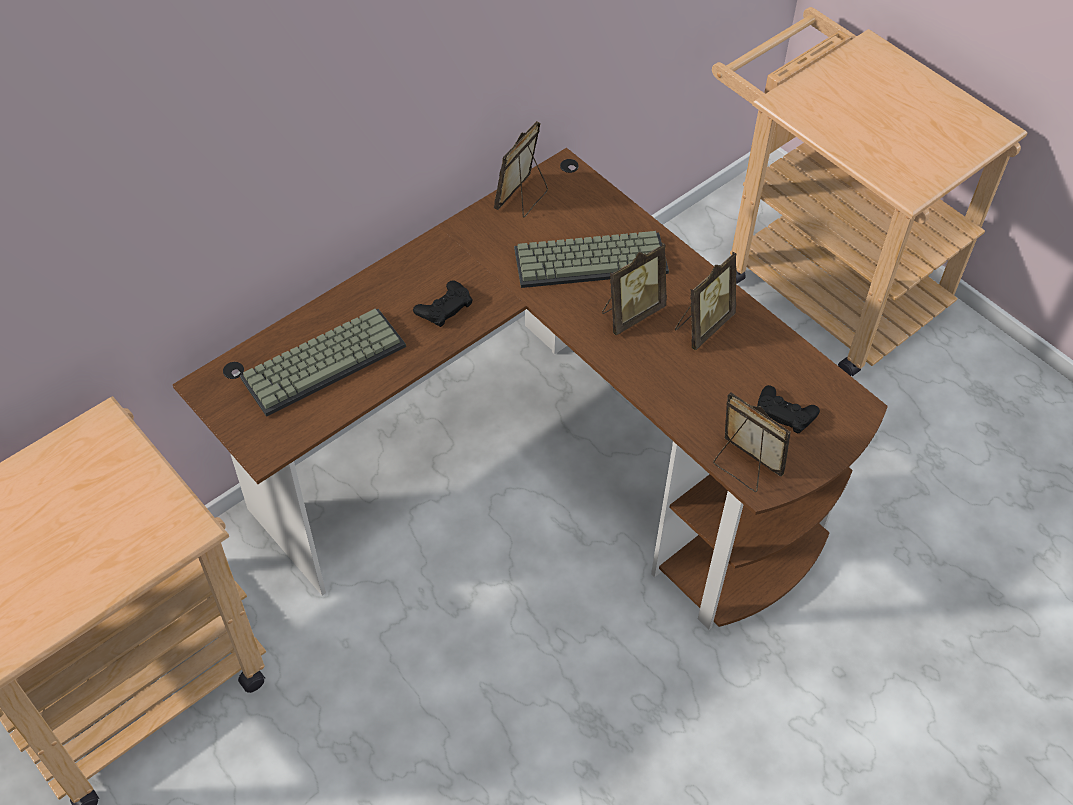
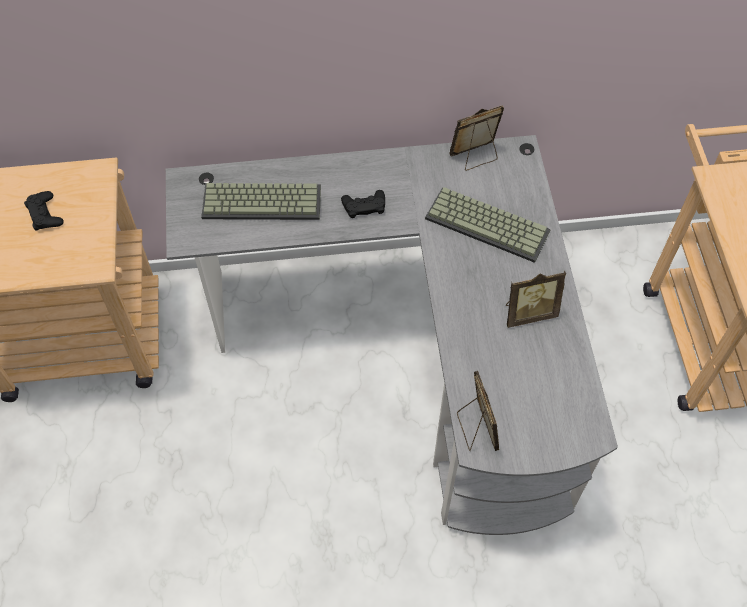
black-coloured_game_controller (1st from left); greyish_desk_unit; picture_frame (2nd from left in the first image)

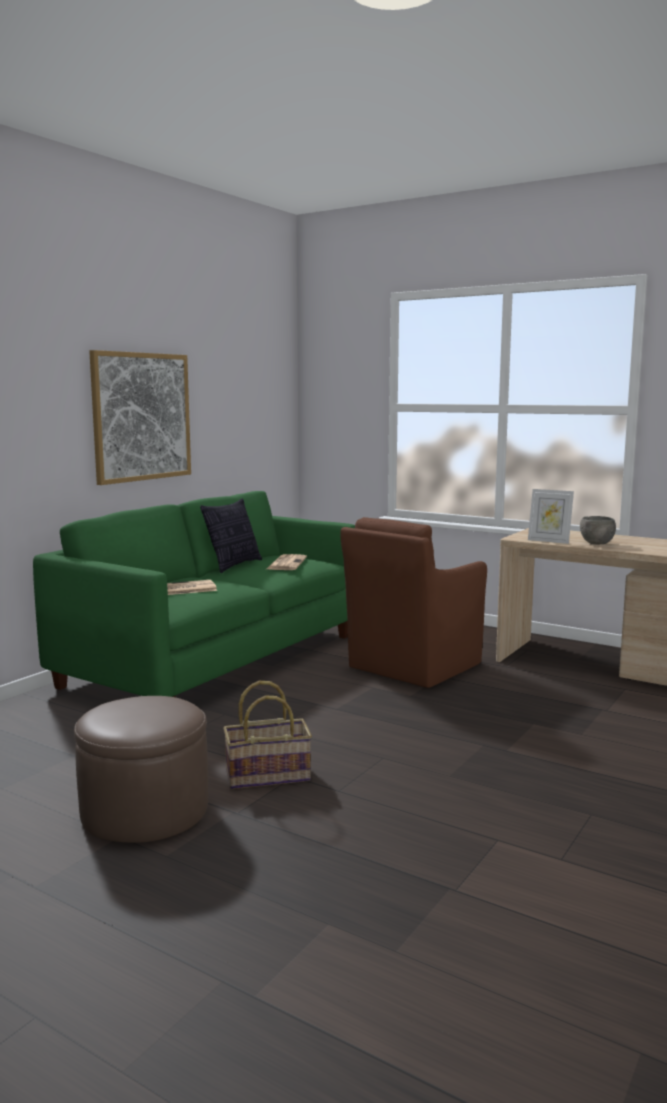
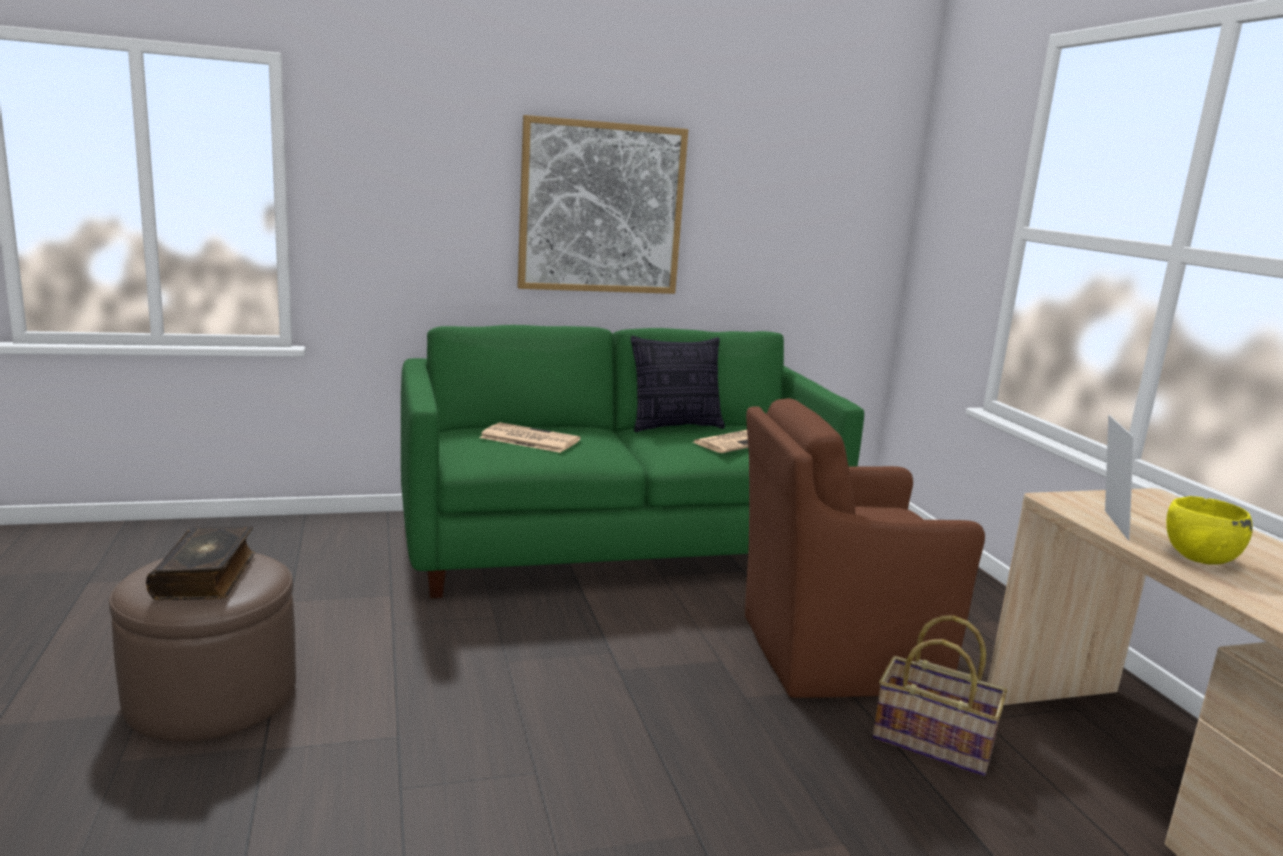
book; basket; picture_frame; yellow_deep_dish

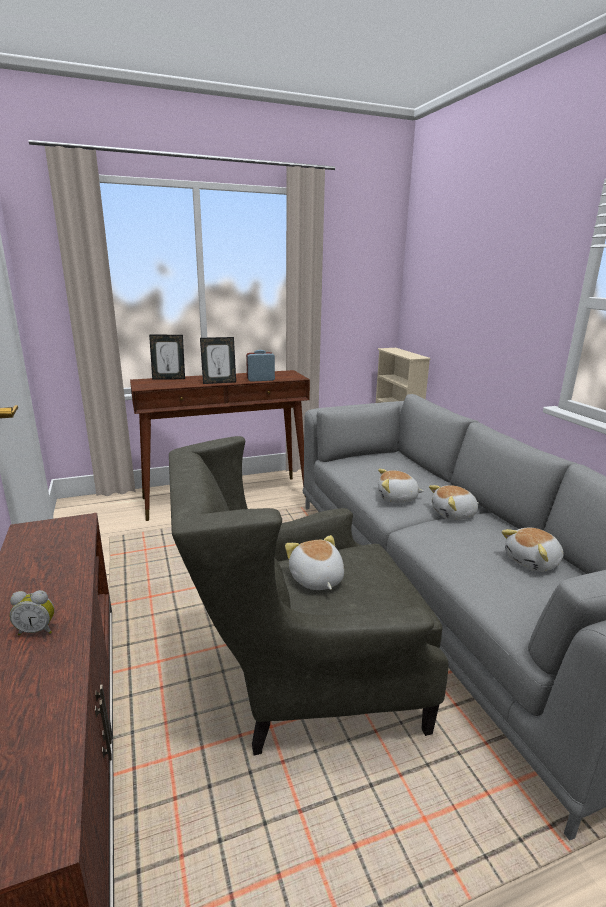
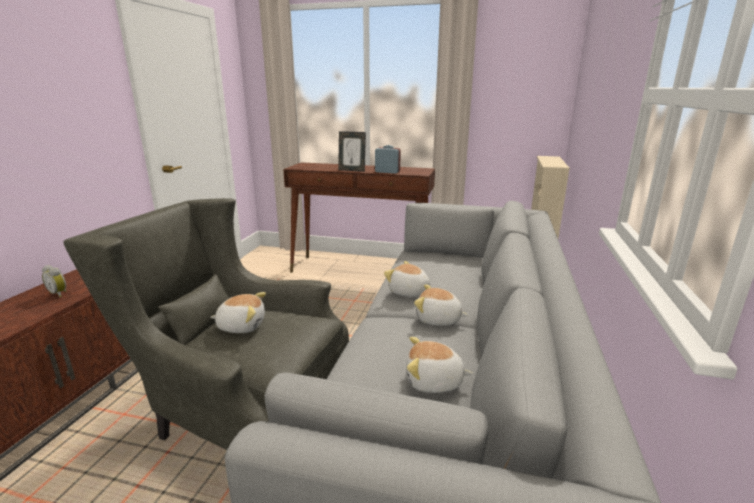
soft_toy (1st from left); picture_frame (1st from left in the first image)

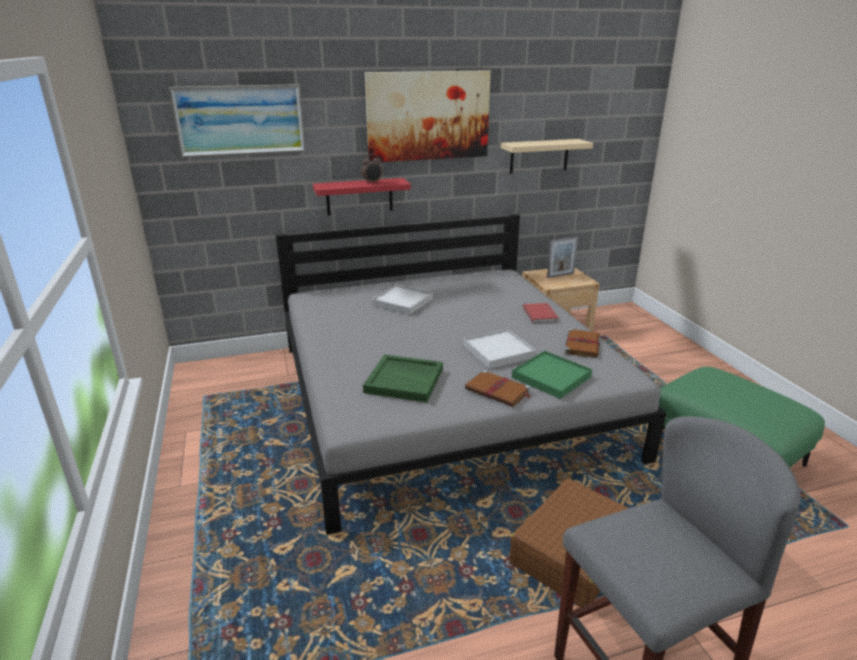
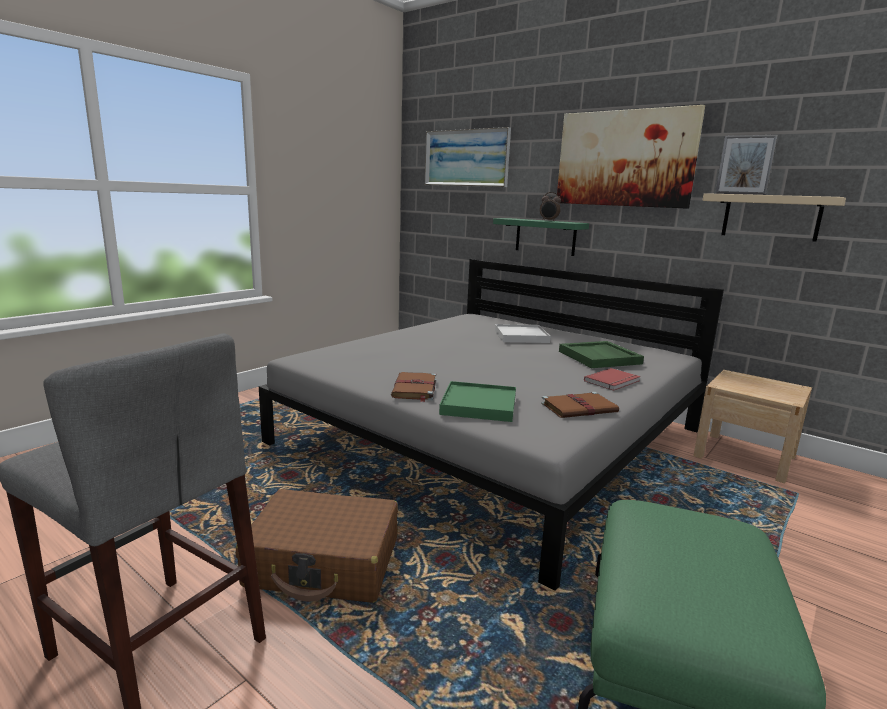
greenish_bracket_shelf; greenish_carrying_tray (2nd from left); picture_frame; white_carrying_tray (2nd from left in the first image)

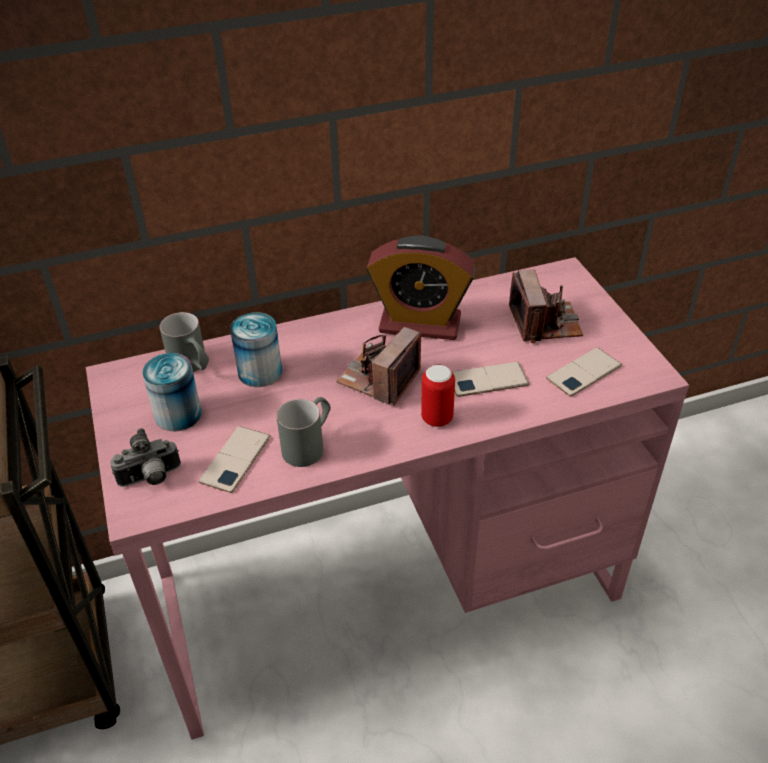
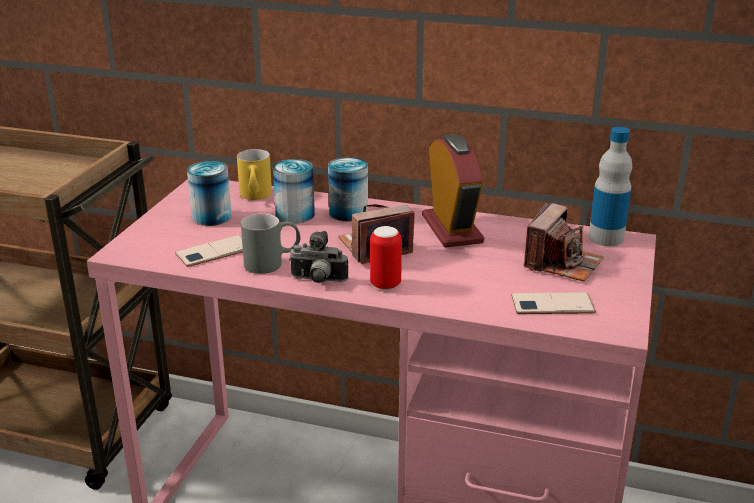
yellow_coffee_mug; photo_camera (1st from left); metal_can (3rd from left); table_clock; beverage_bottle; phone (2nd from left in the first image)

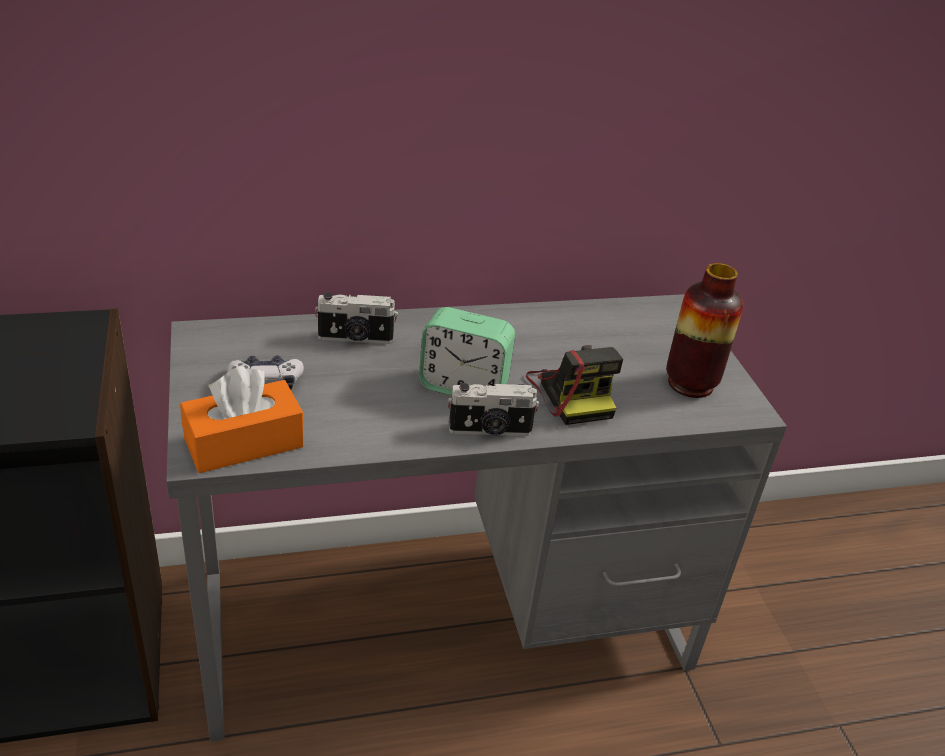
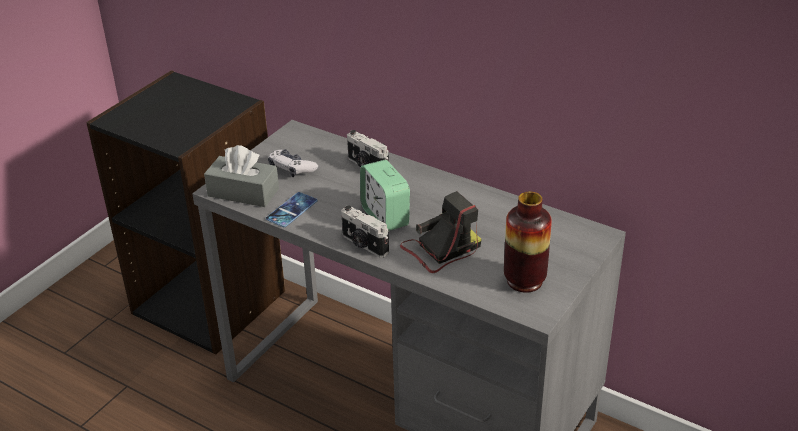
greyish_box_of_tissues; phone; photo_camera (3rd from left)

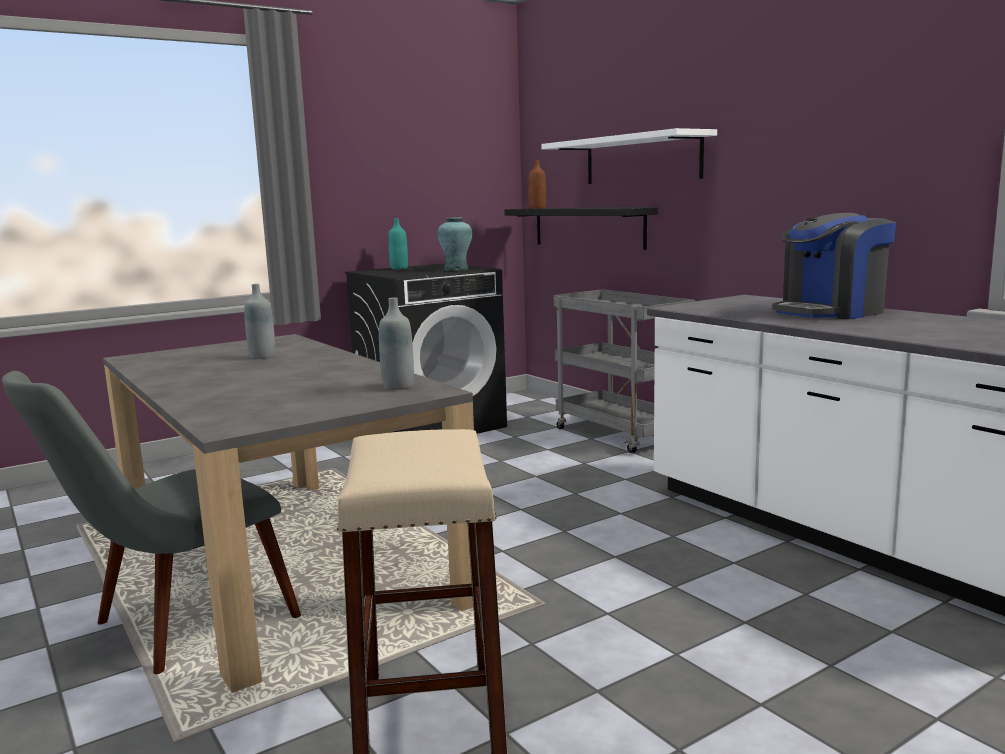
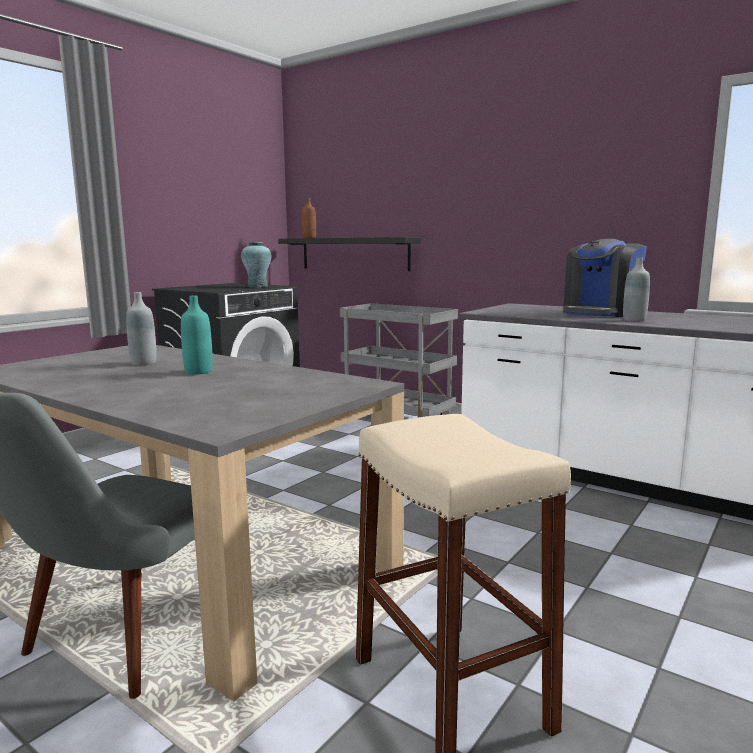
turquoise_beverage_bottle; greyish_beverage_bottle (2nd from left); white_bracket_shelf

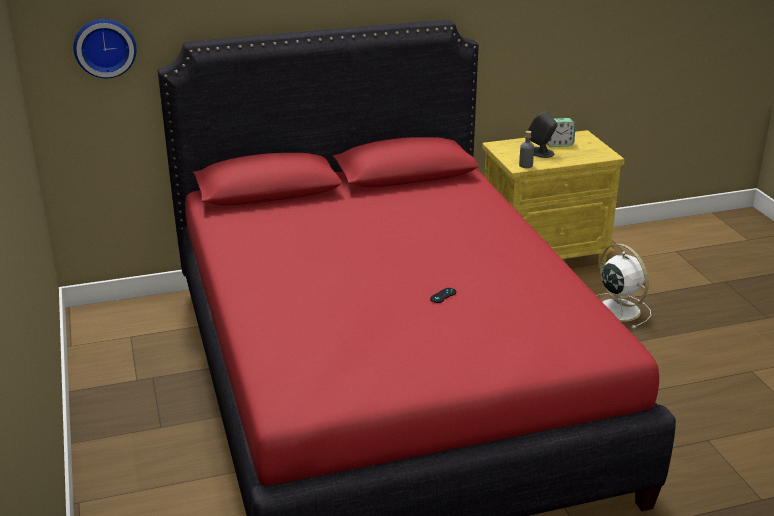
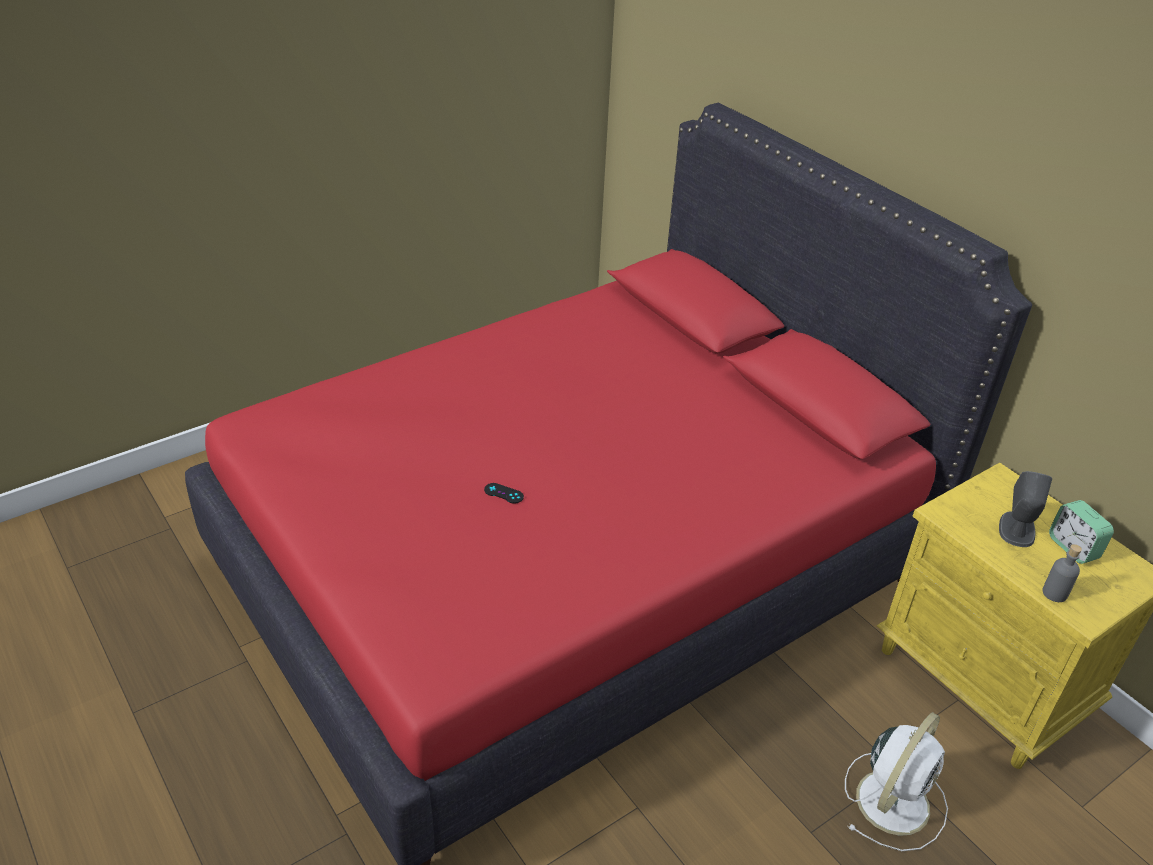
greyish_beverage_bottle; clock_on_the_wall

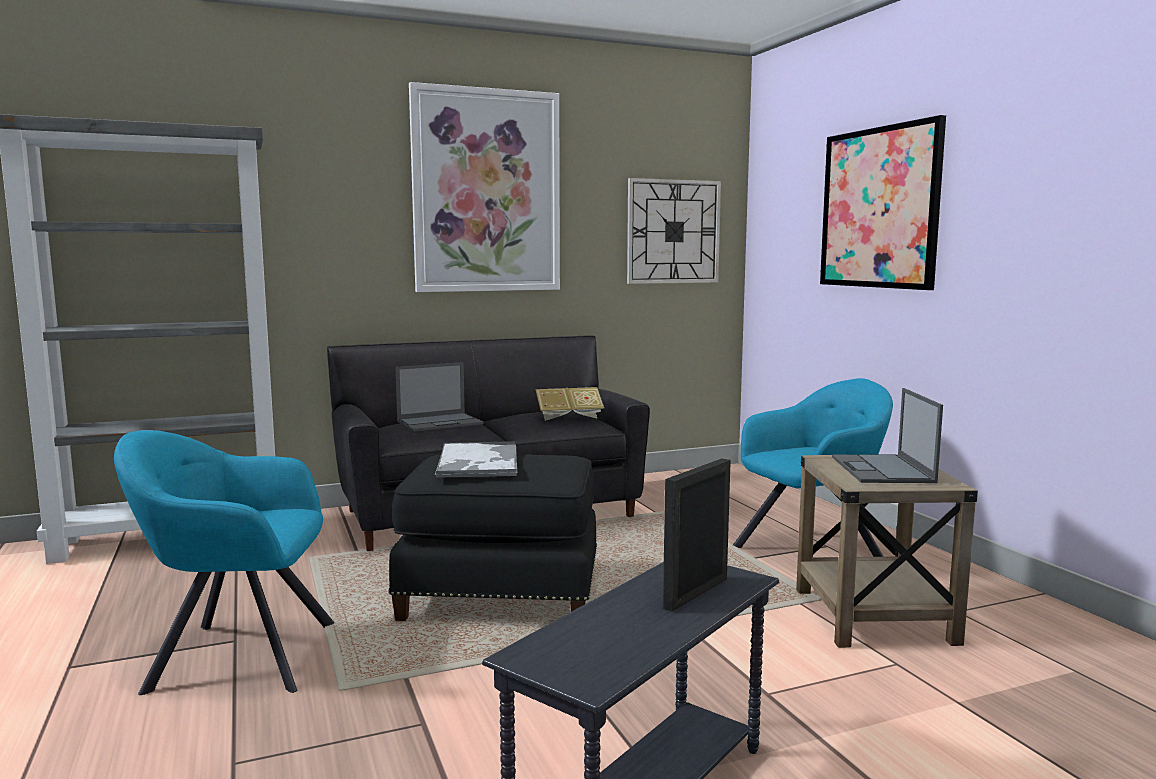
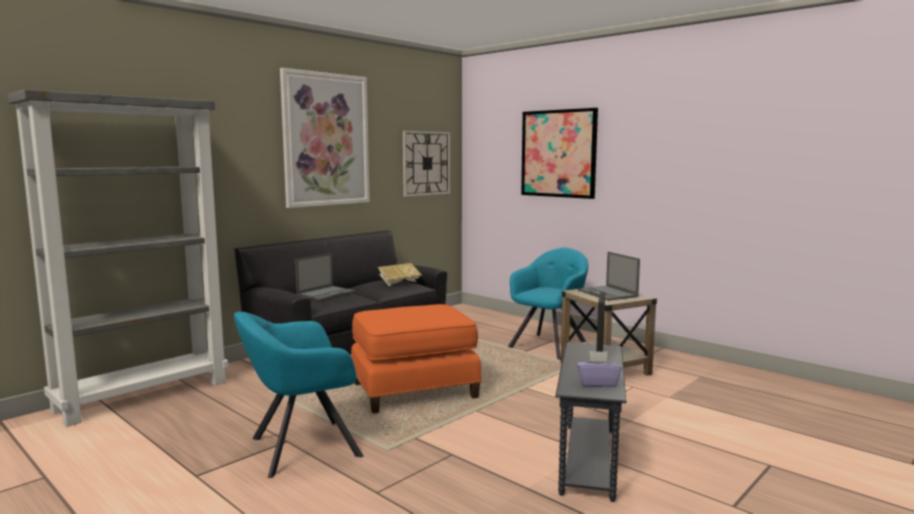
orange-coloured_pouffe; purplish_box_of_tissues; carrying_tray

